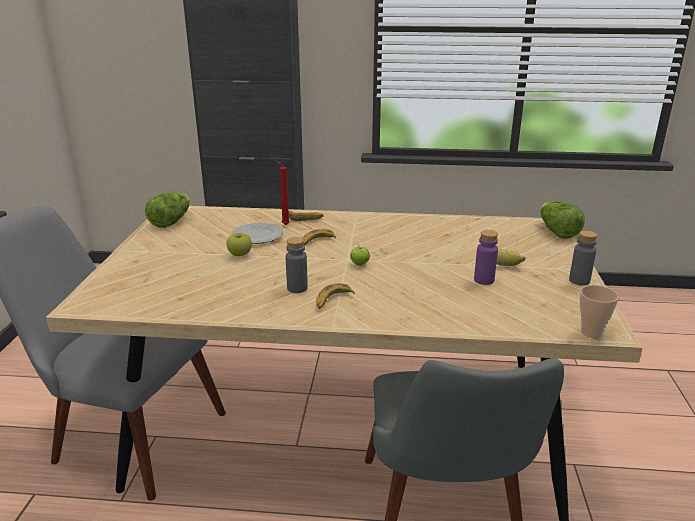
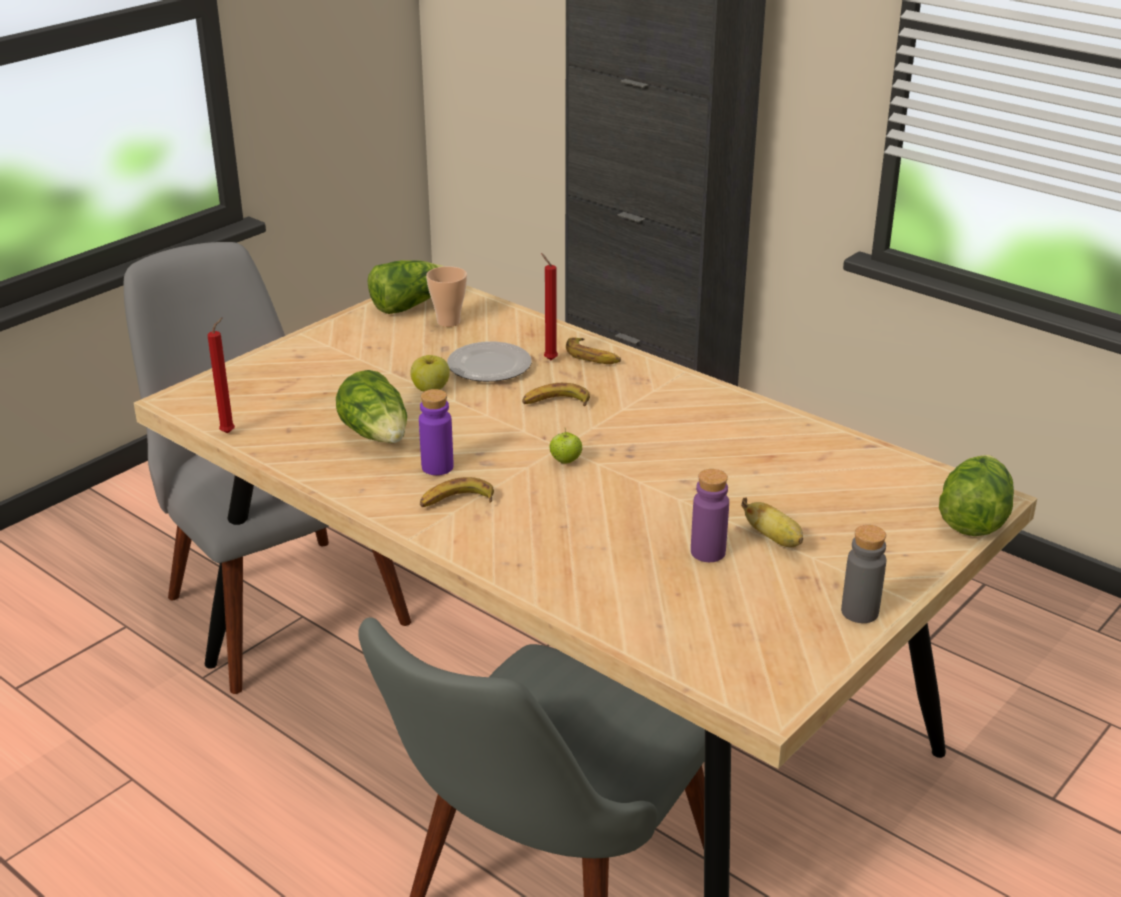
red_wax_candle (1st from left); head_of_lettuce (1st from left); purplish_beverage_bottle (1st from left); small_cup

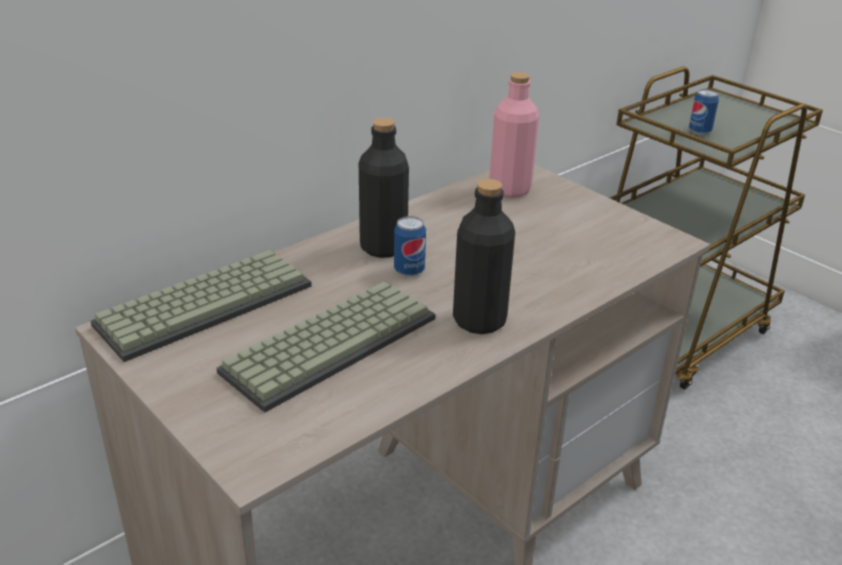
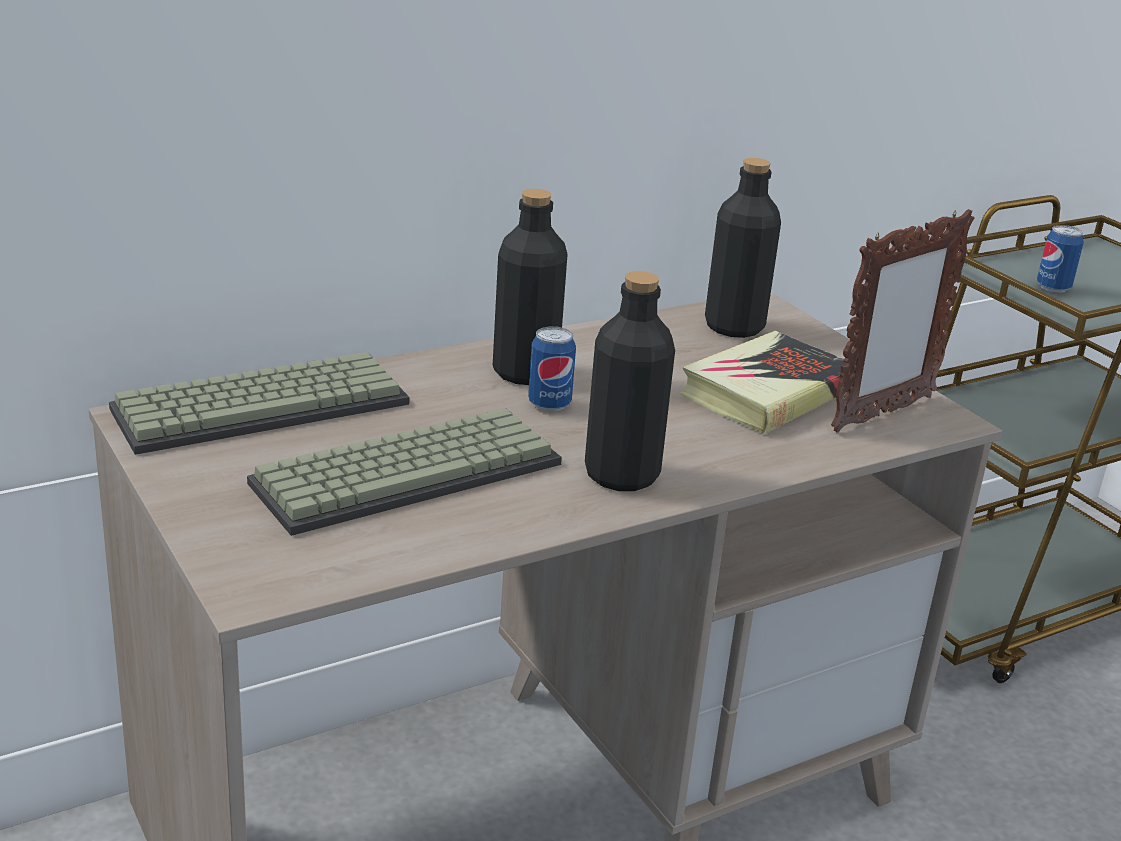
book; black-coloured_beverage_bottle (3rd from left); picture_frame

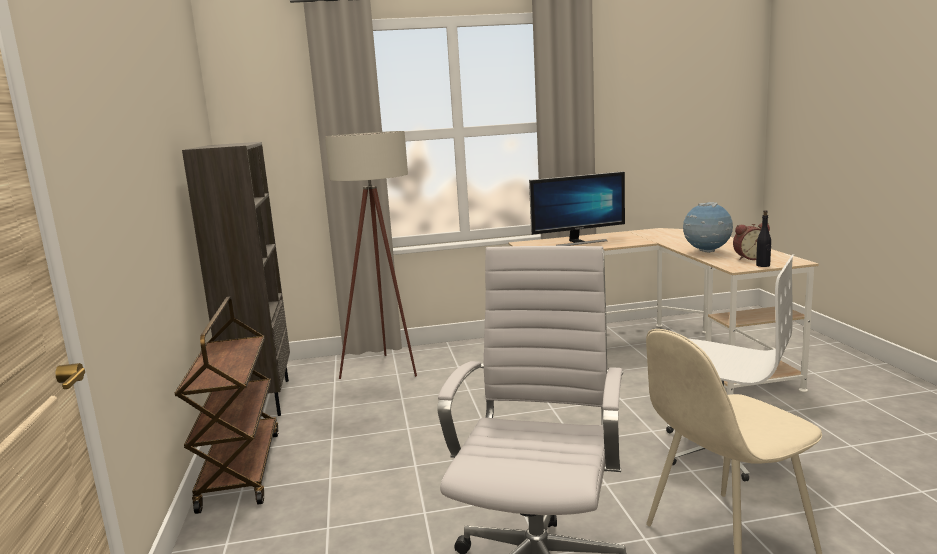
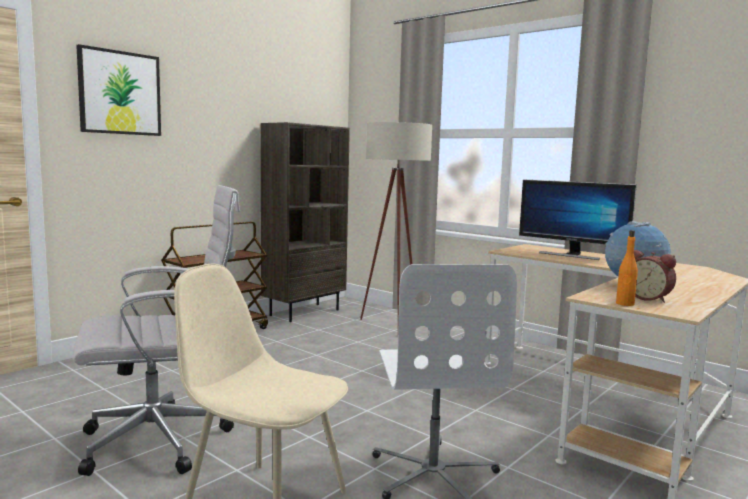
wall_art; orange-coloured_beverage_bottle

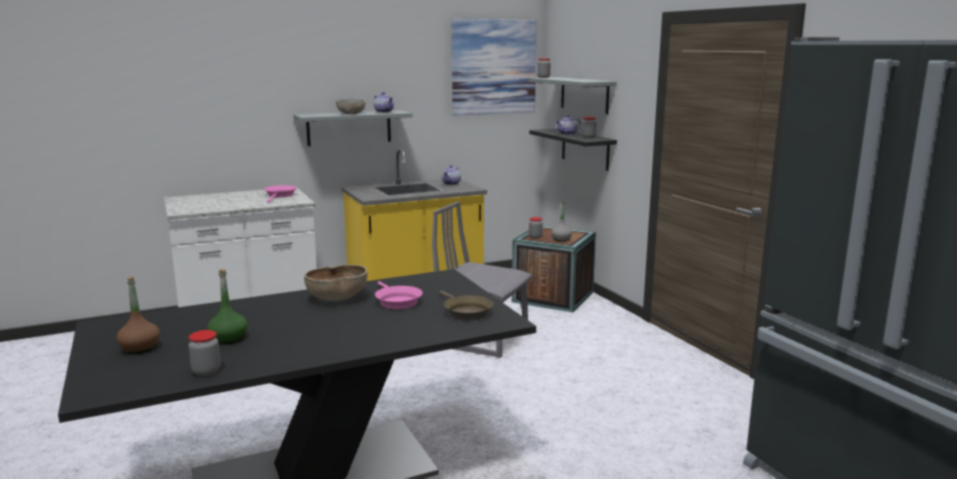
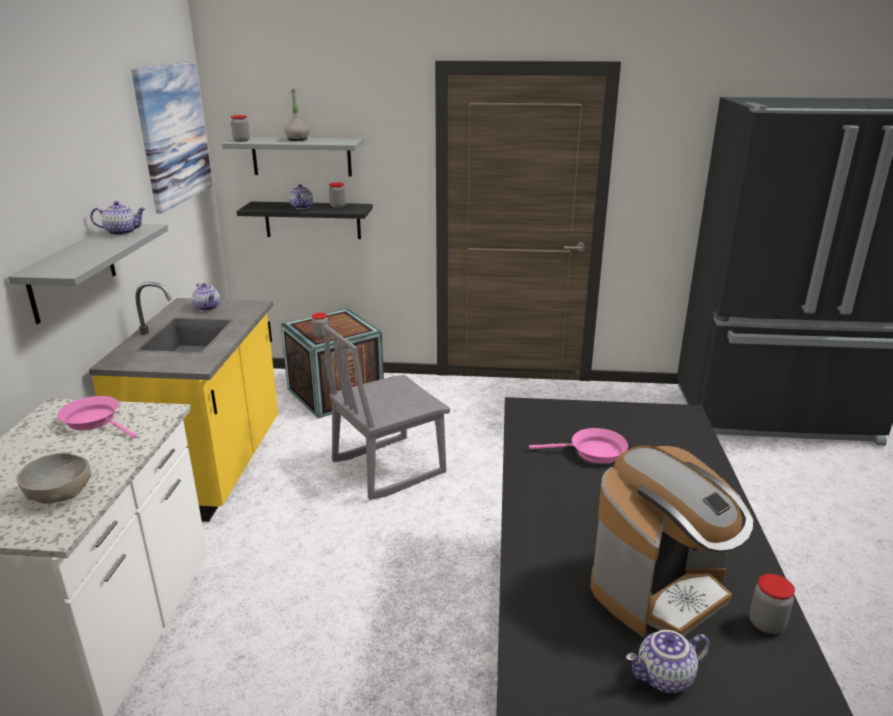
greyish_deep_dish; greyish_beverage_bottle; coffee_machine; teapot (4th from left); brown-coloured_deep_dish; brown-coloured_pan

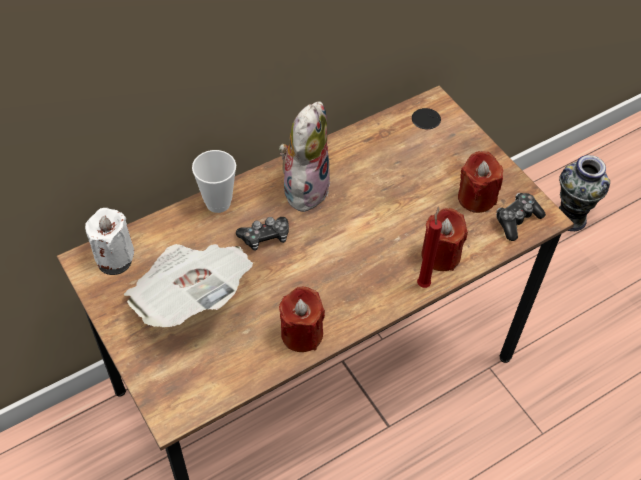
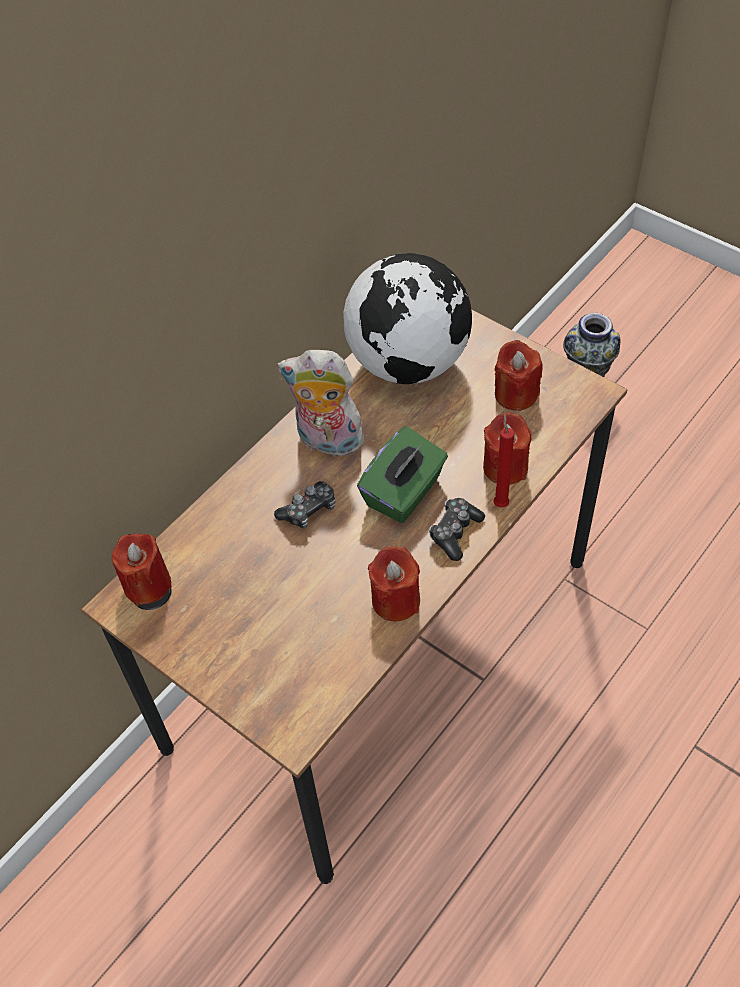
red_wax_candle (1st from left); soft_toy; world_globe; greenish_box_of_tissues; game_controller (2nd from left); newspaper; small_cup

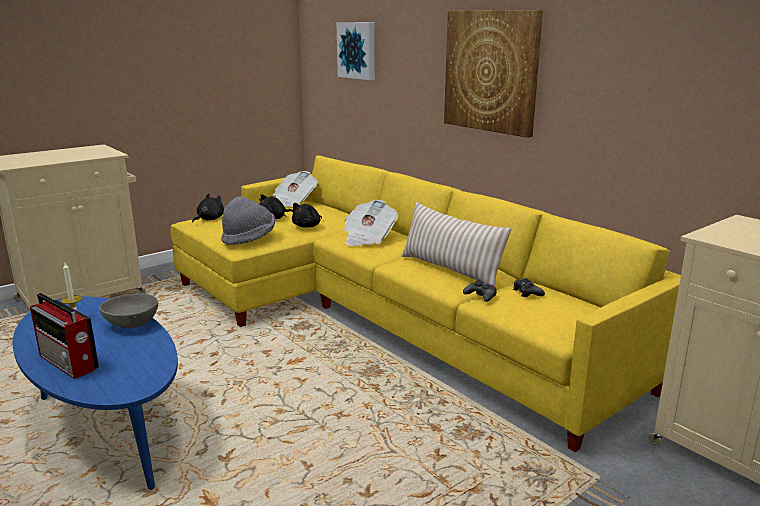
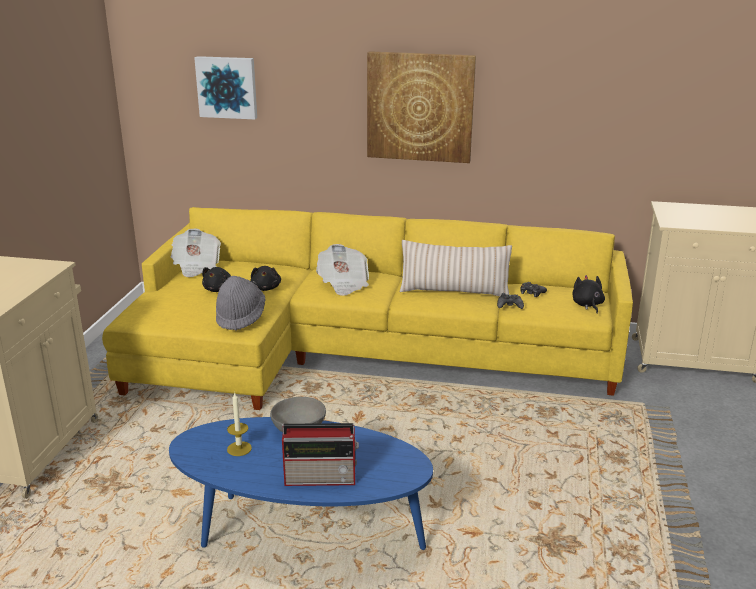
black-coloured_soft_toy (3rd from left)

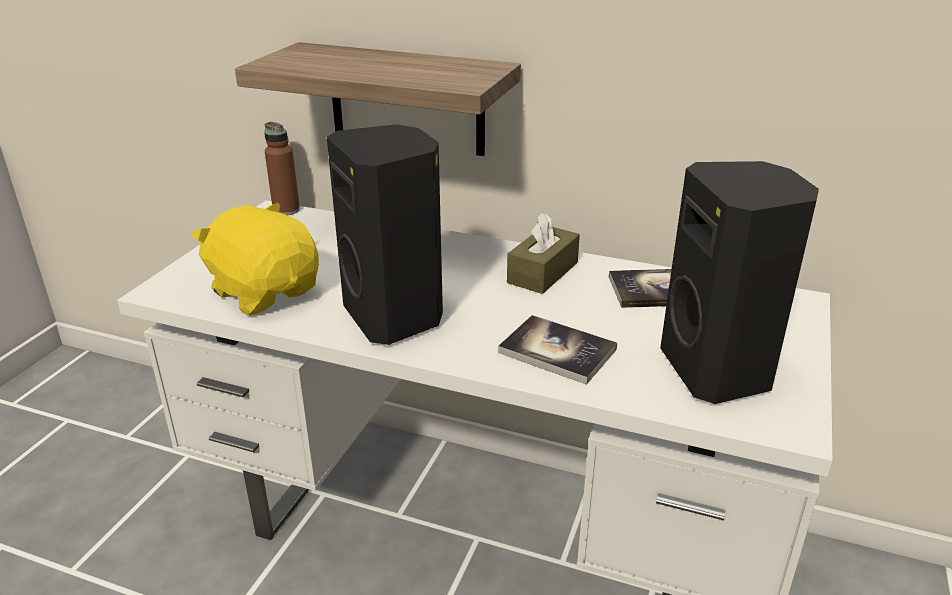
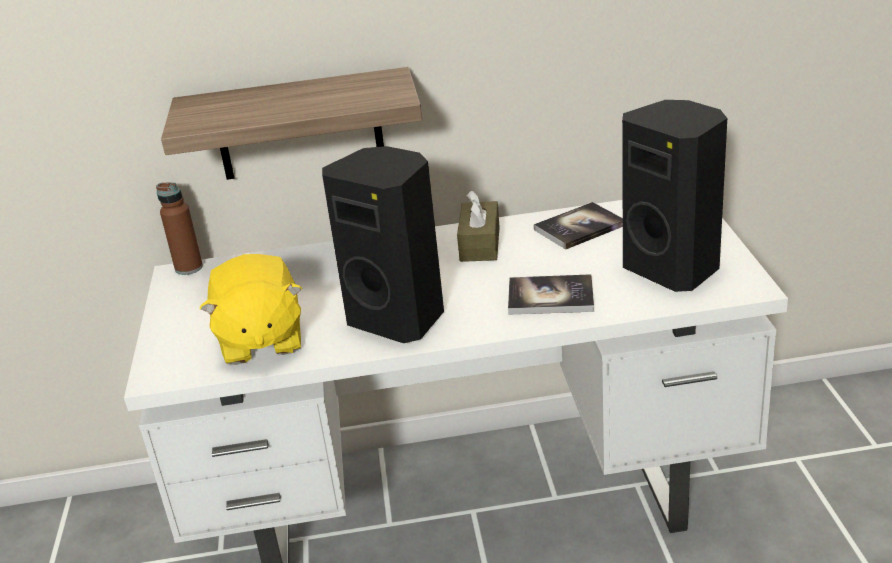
yellow_soft_toy

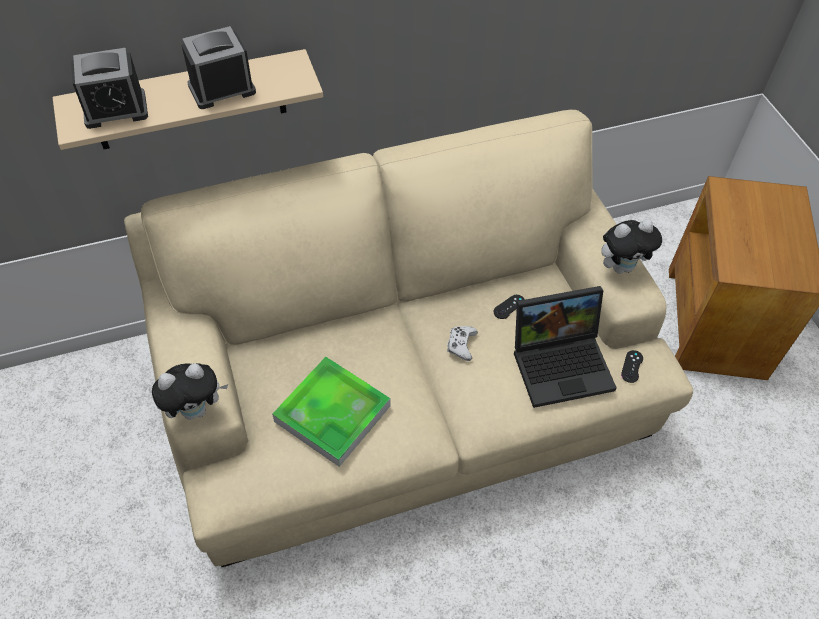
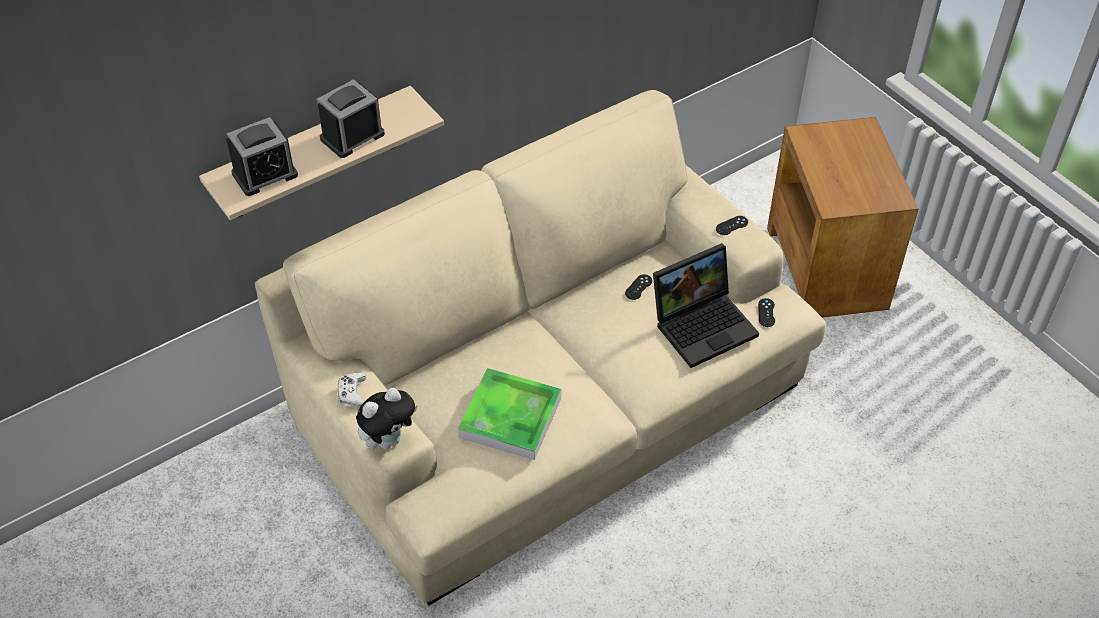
white_game_controller; black-coloured_game_controller (2nd from left)

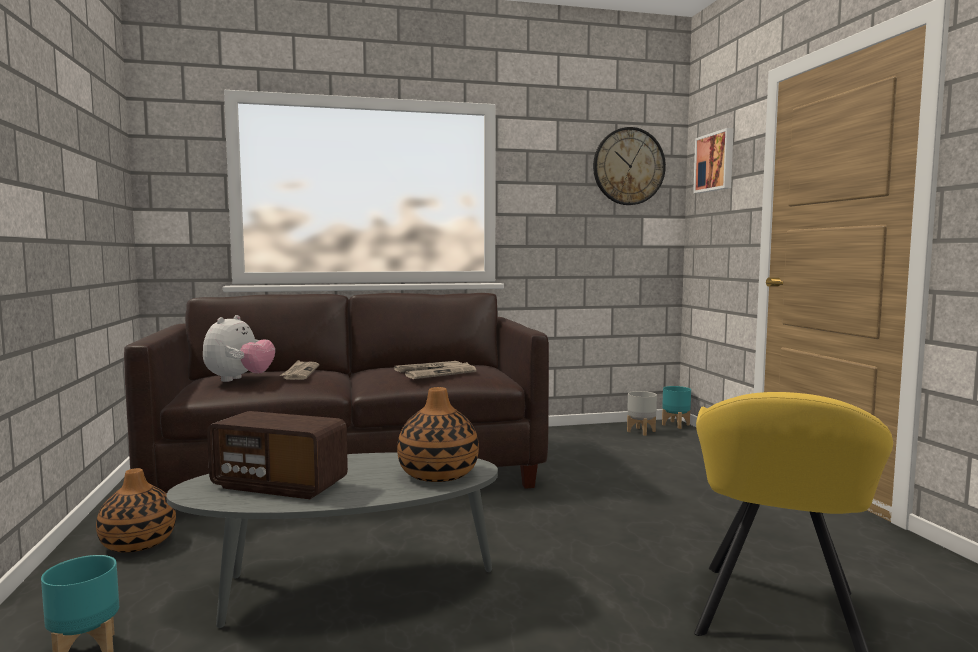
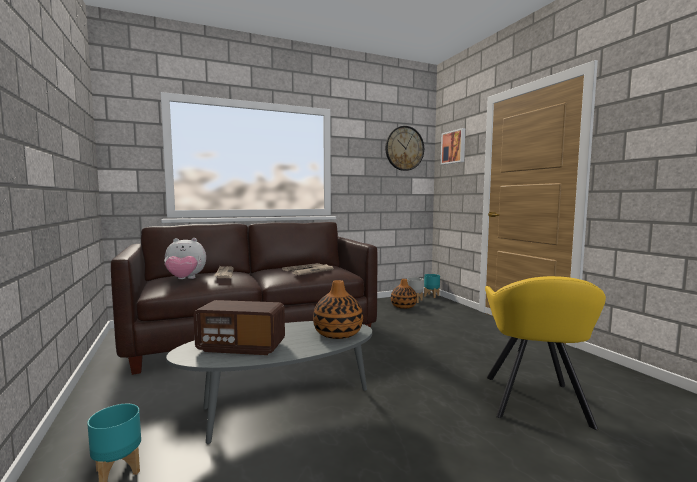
soft_toy; decorative_vase (2nd from left)

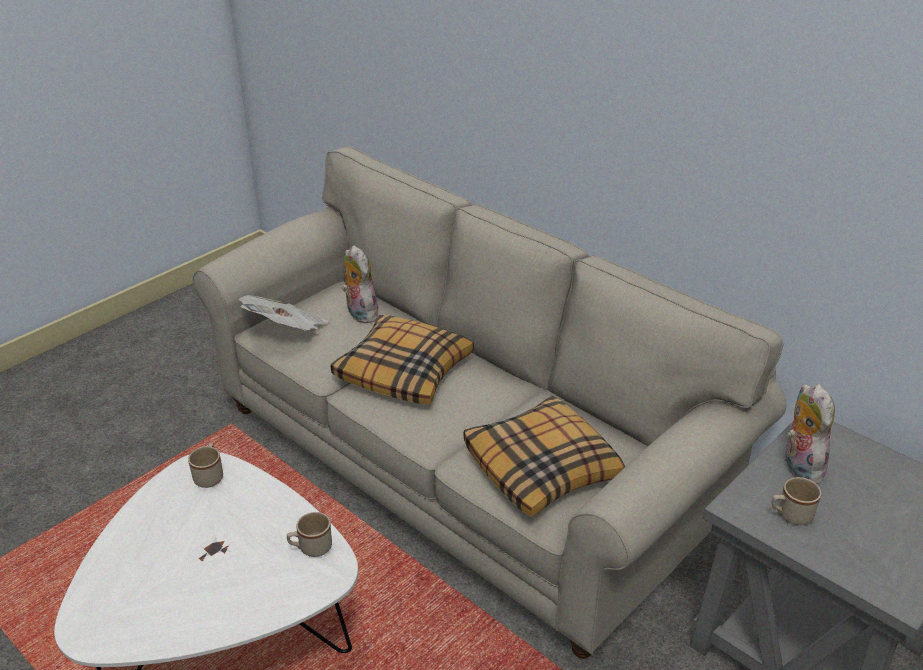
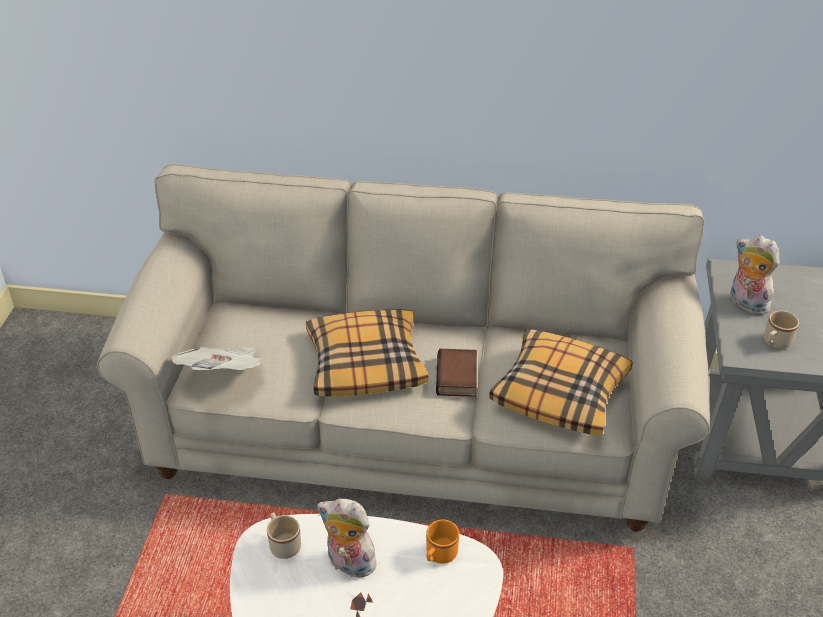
soft_toy (1st from left); orange-coloured_coffee_mug; book

